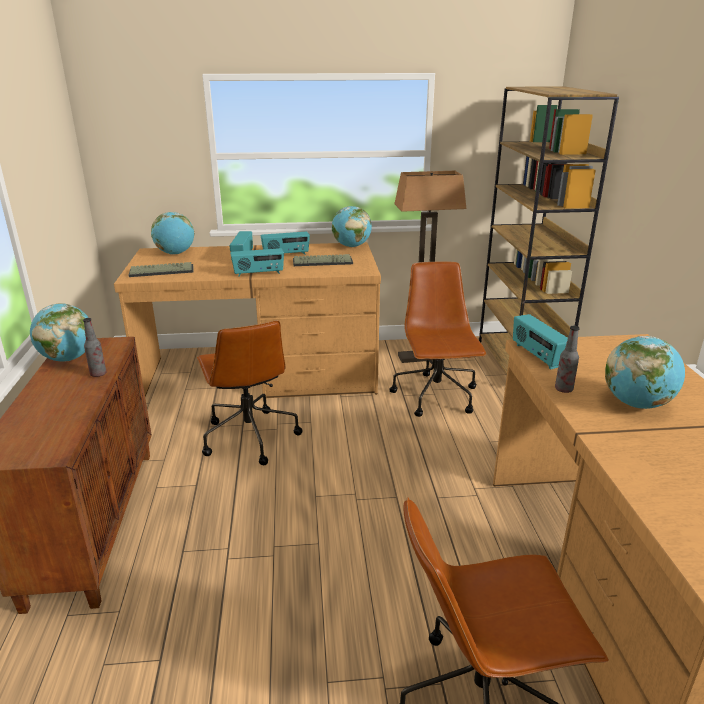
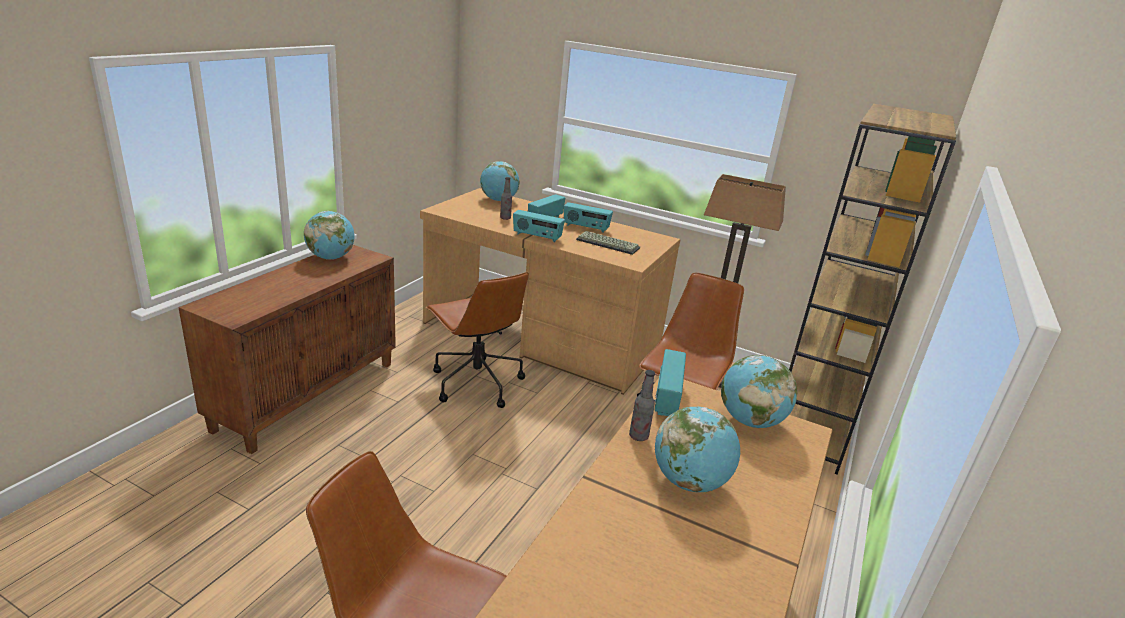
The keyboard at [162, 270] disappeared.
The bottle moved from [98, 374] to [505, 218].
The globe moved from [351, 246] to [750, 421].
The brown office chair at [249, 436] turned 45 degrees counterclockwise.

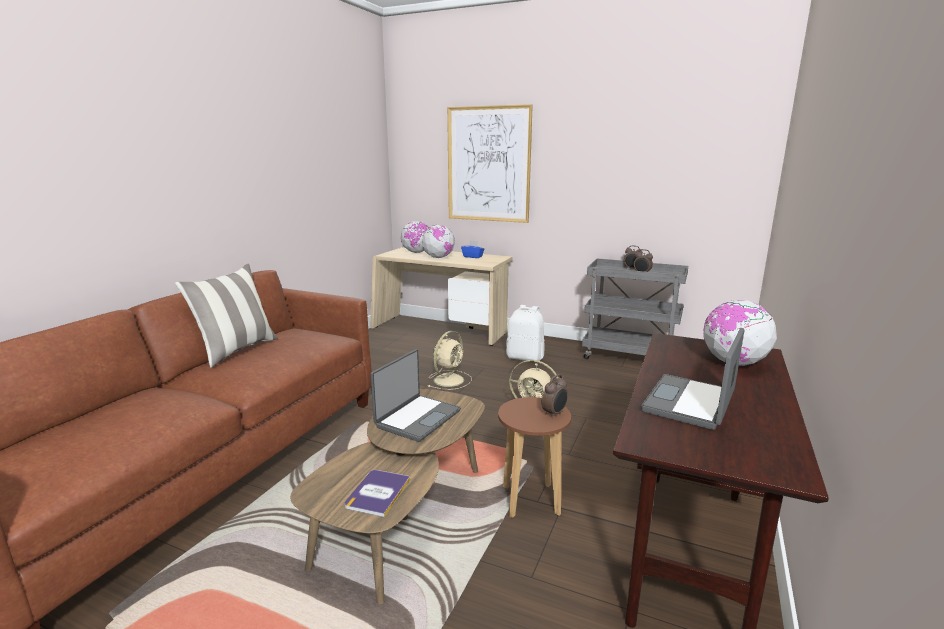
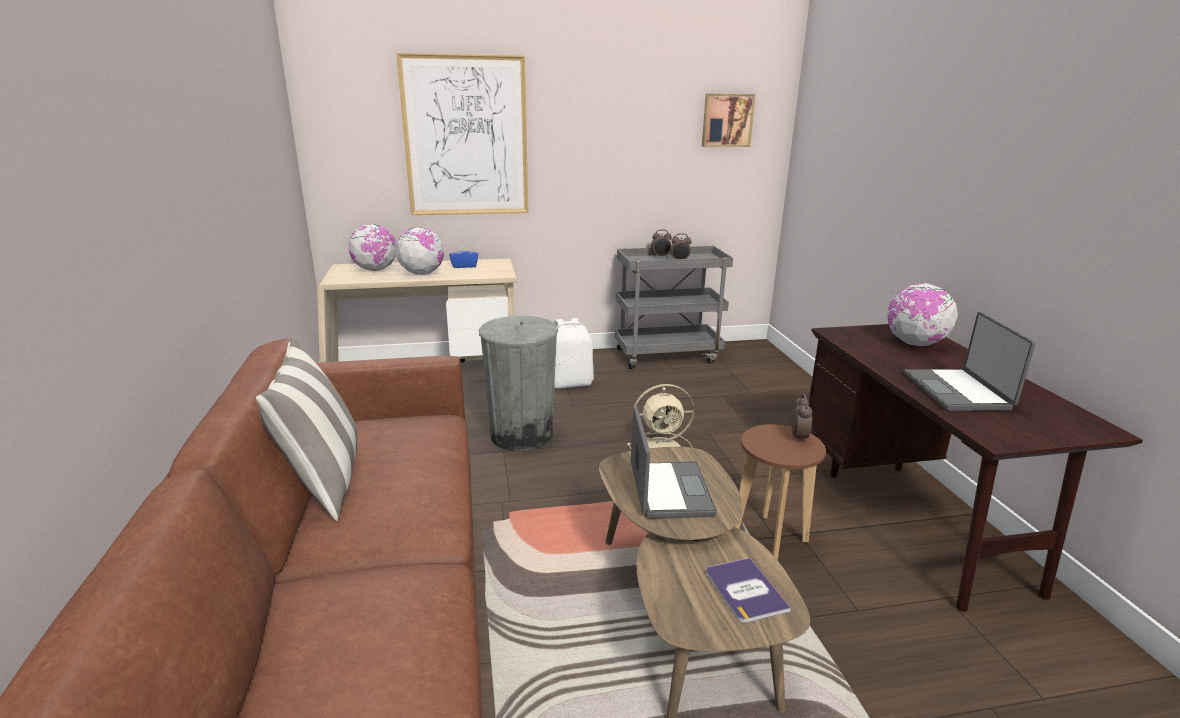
The picture at [727, 120] appeared.
The beige fan at [449, 379] was replaced by the grey trash can at [521, 435].

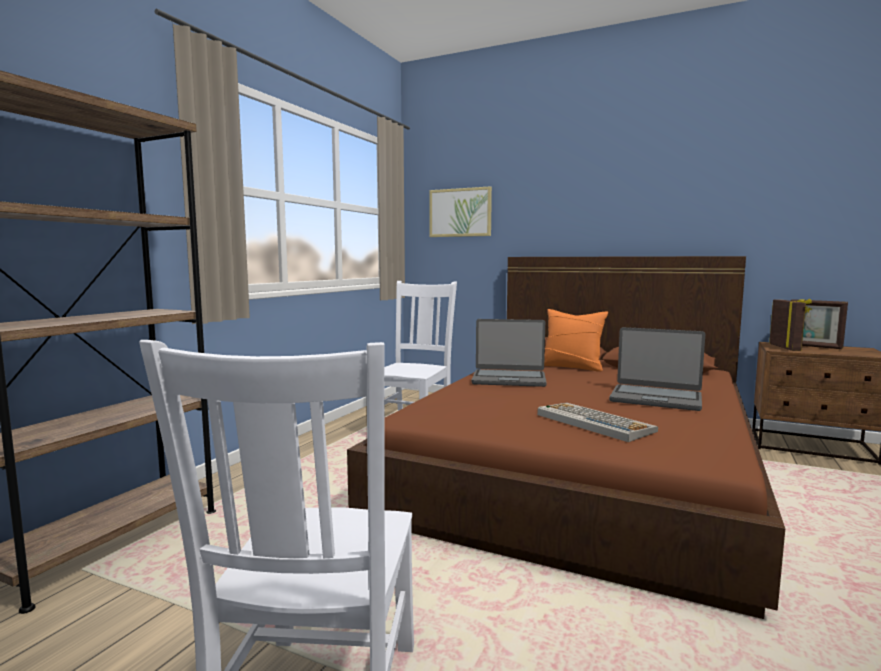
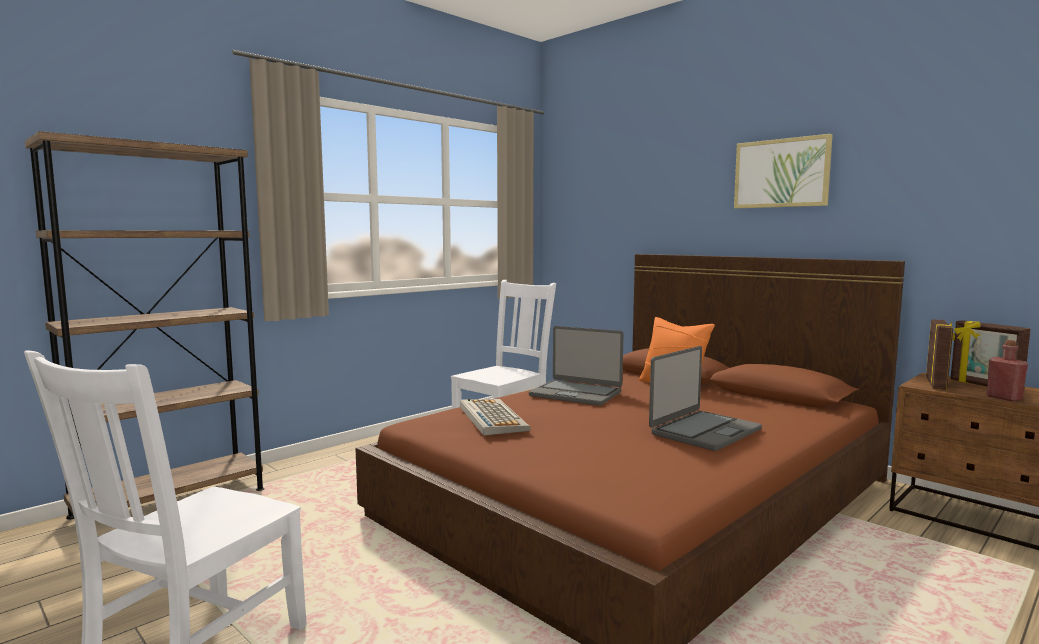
The red bottle at [1004, 398] appeared.
The picture moved from [460, 212] to [781, 173].
The keyboard moved from [592, 422] to [491, 418].
The laptop at [655, 398] turned 90 degrees counterclockwise.

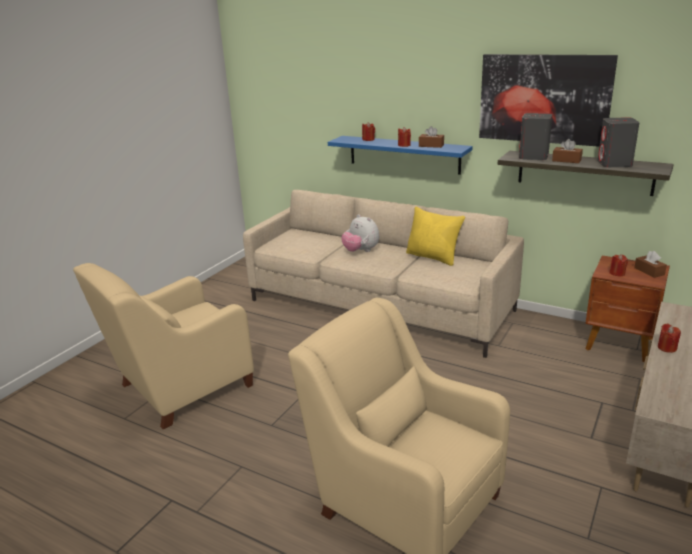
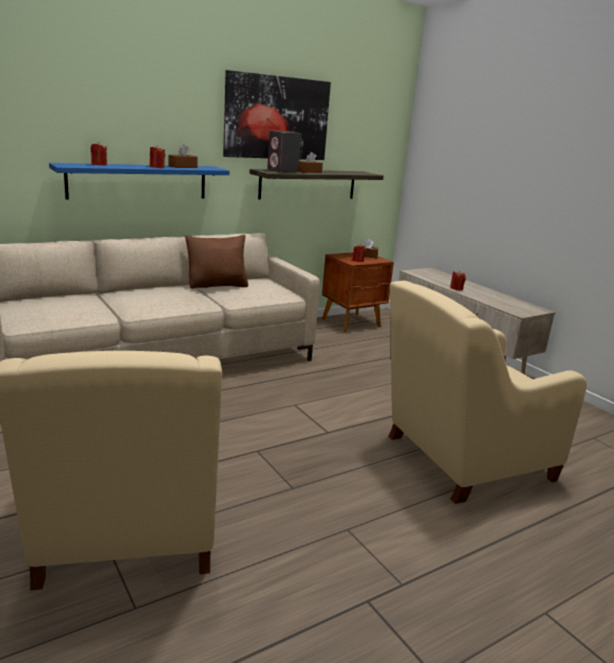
The plush toy at [361, 251] disappeared.
The grey speaker at [614, 164] disappeared.
The yellow pillow at [433, 257] became the brown pillow at [217, 285].

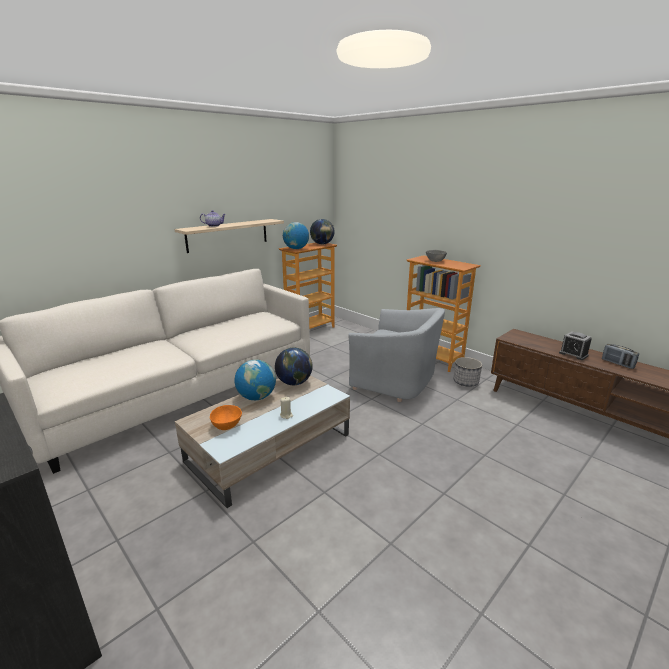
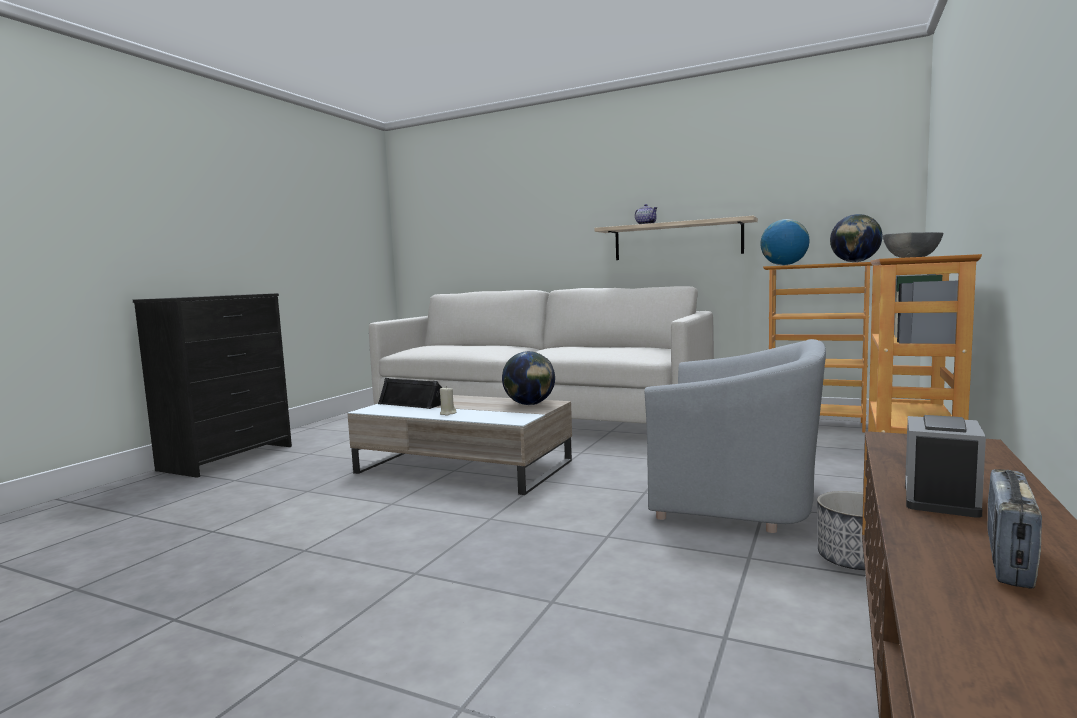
The globe at [256, 397] disappeared.
The orange bowl at [227, 425] was replaced by the black speaker at [413, 403].
The grey armchair at [395, 380] turned 75 degrees counterclockwise.

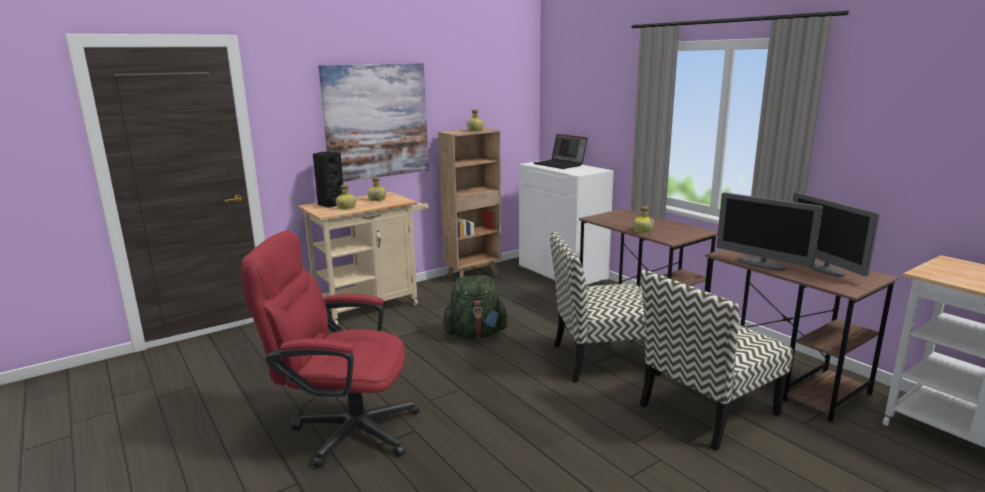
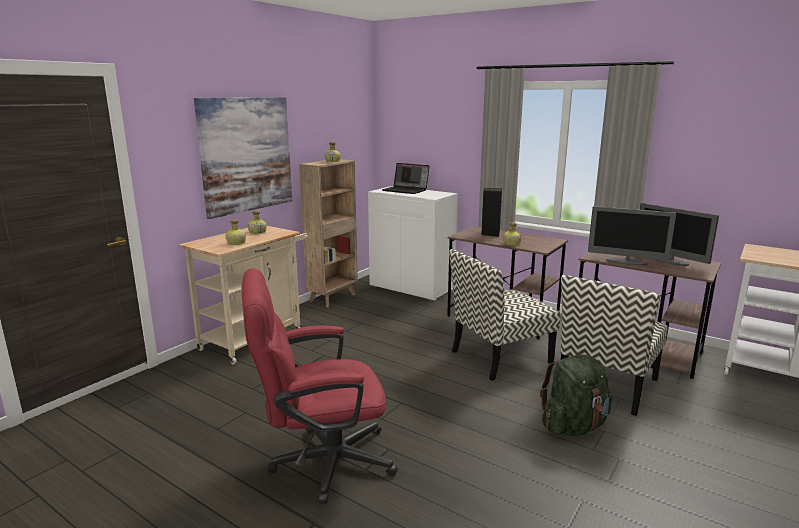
The black speaker moved from [330, 204] to [490, 234].
The green backpack moved from [475, 334] to [573, 426].

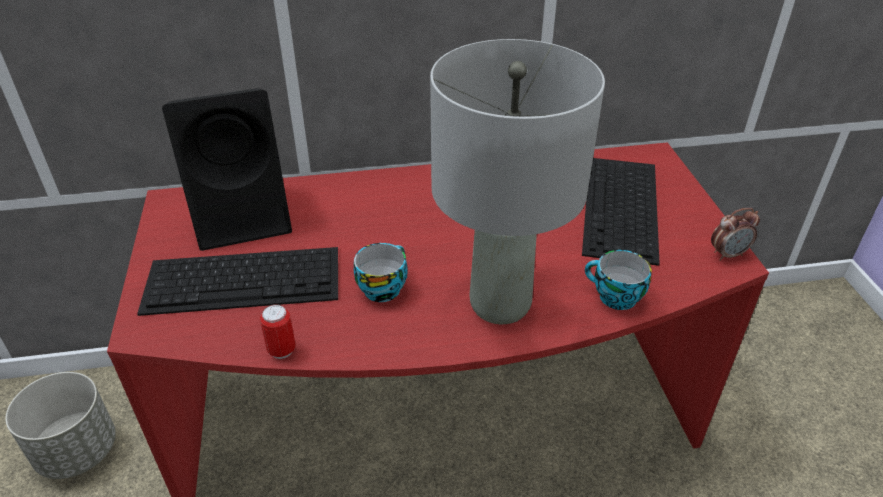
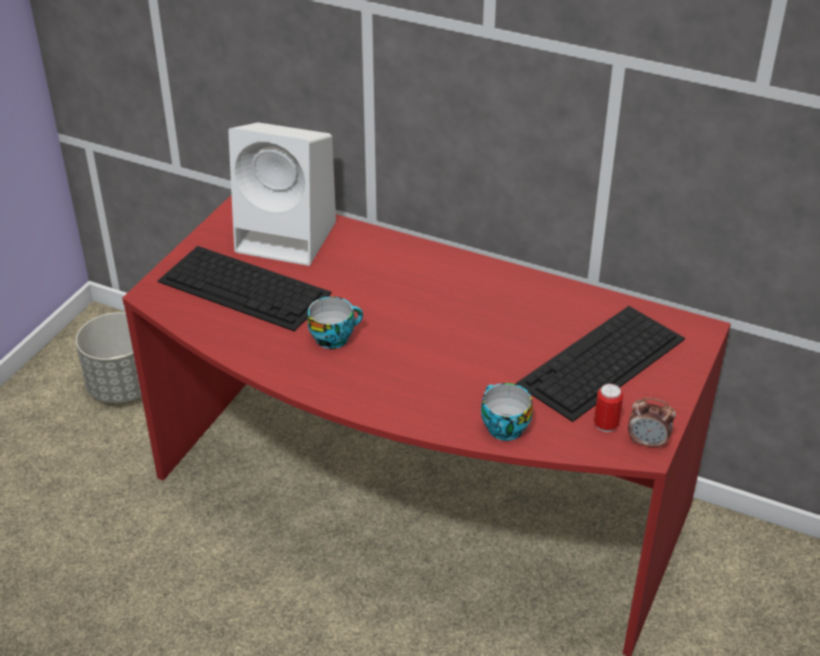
The grey table lamp at [501, 304] disappeared.
The can moved from [281, 350] to [605, 425].
The black speaker at [244, 215] became the white speaker at [289, 237].

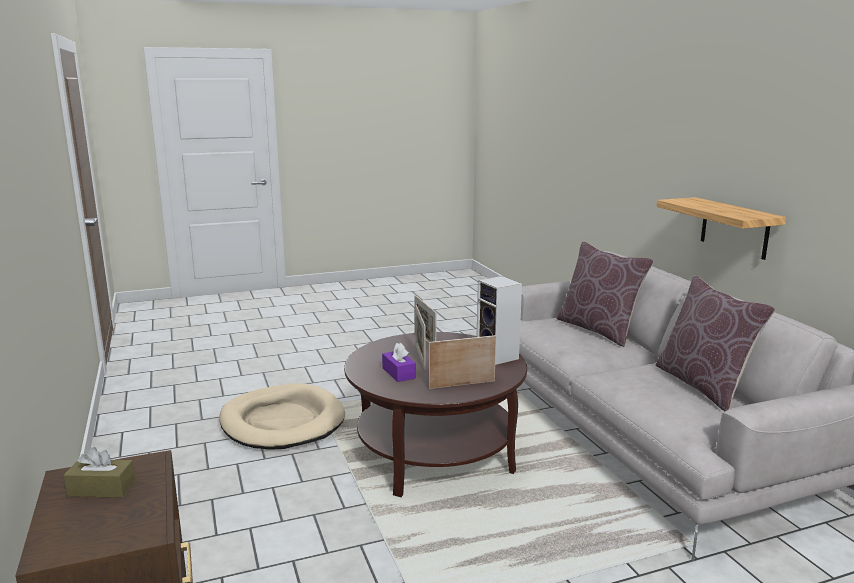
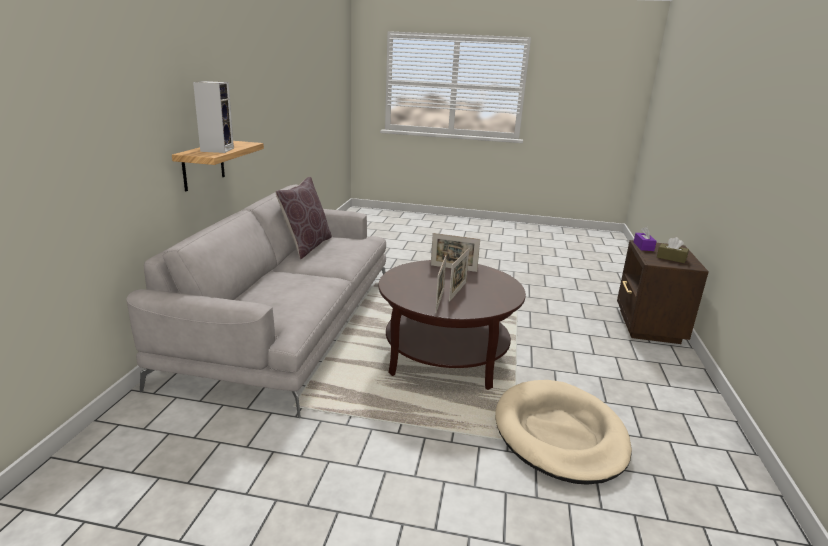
The brown pillow at [598, 330] disappeared.
The purple tissue box moved from [398, 373] to [643, 246].
The speaker moved from [499, 357] to [217, 149].

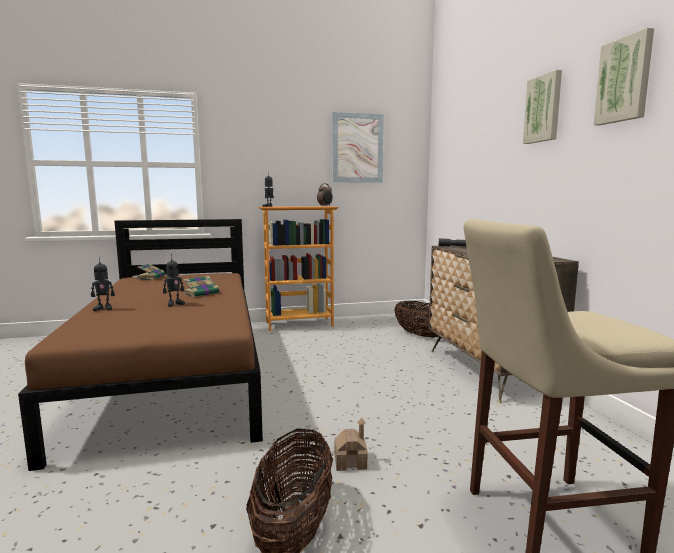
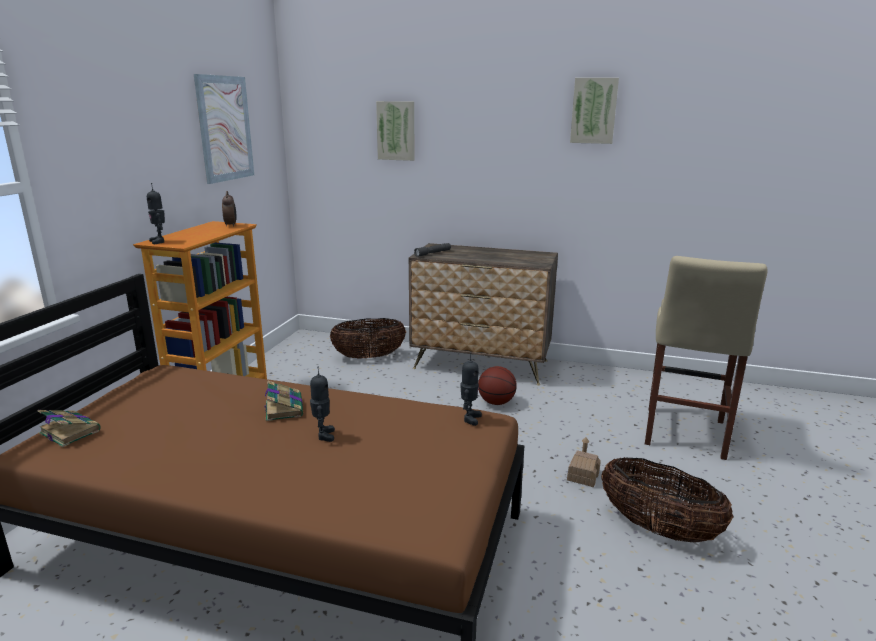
The basketball at [496, 402] appeared.
The toy robot moved from [104, 309] to [469, 418].
The picture moved from [544, 109] to [396, 131].

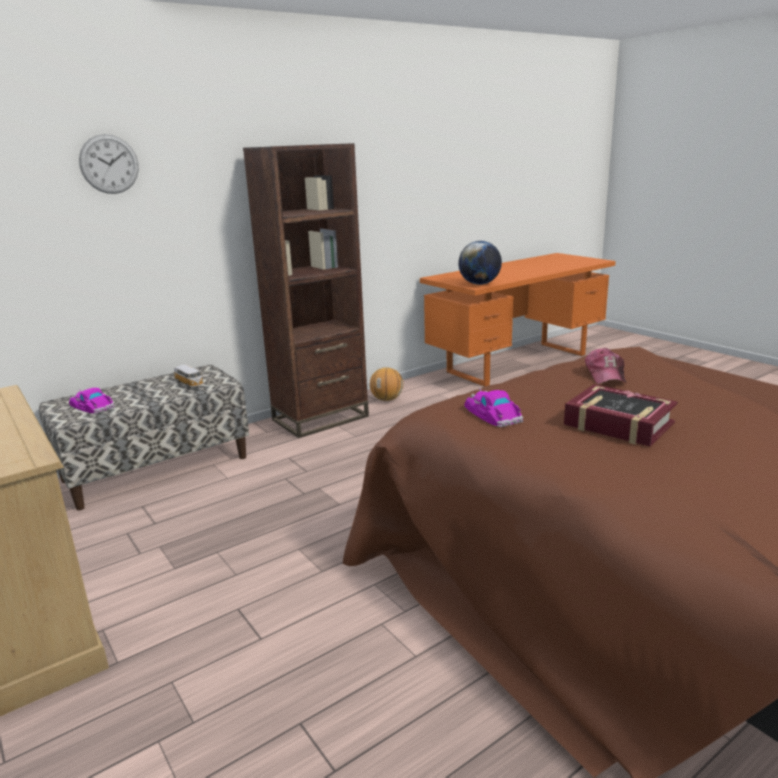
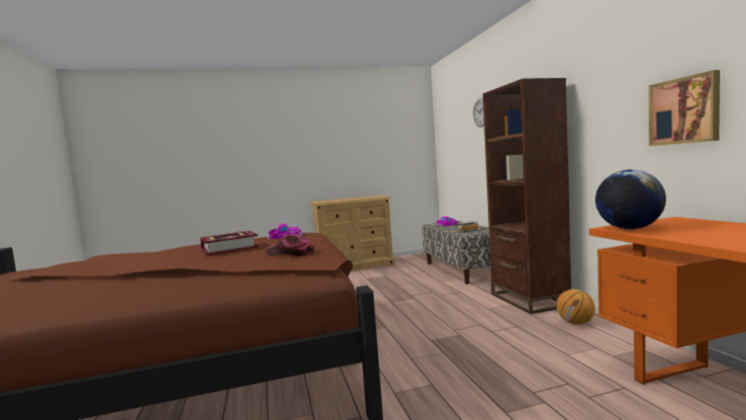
The picture at [684, 111] appeared.

